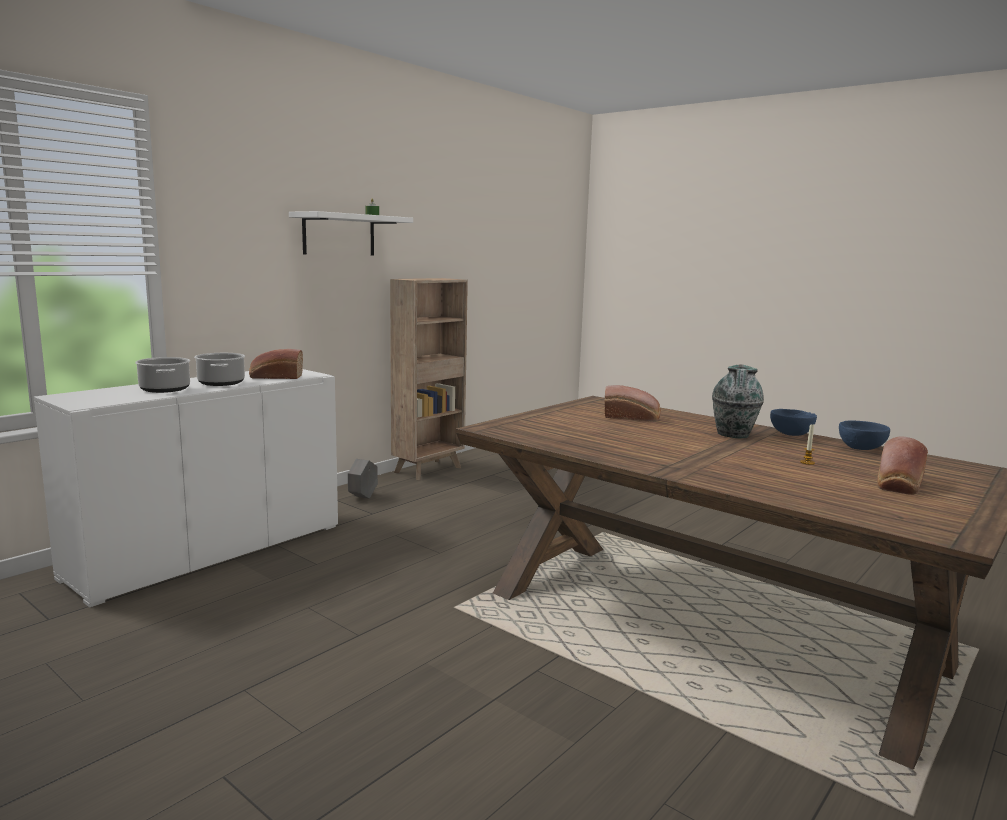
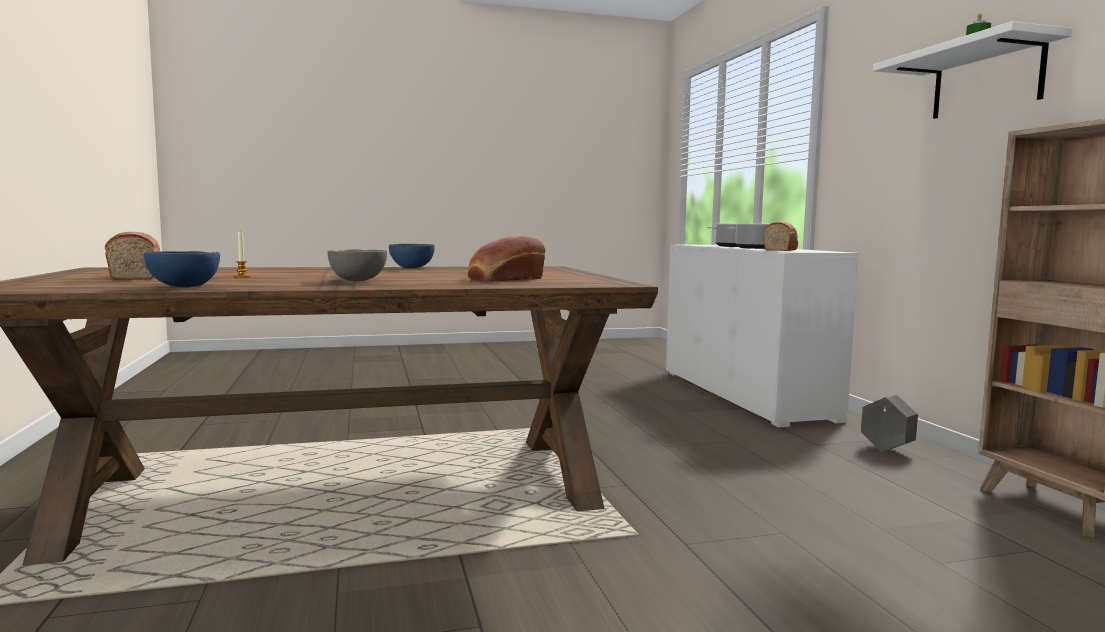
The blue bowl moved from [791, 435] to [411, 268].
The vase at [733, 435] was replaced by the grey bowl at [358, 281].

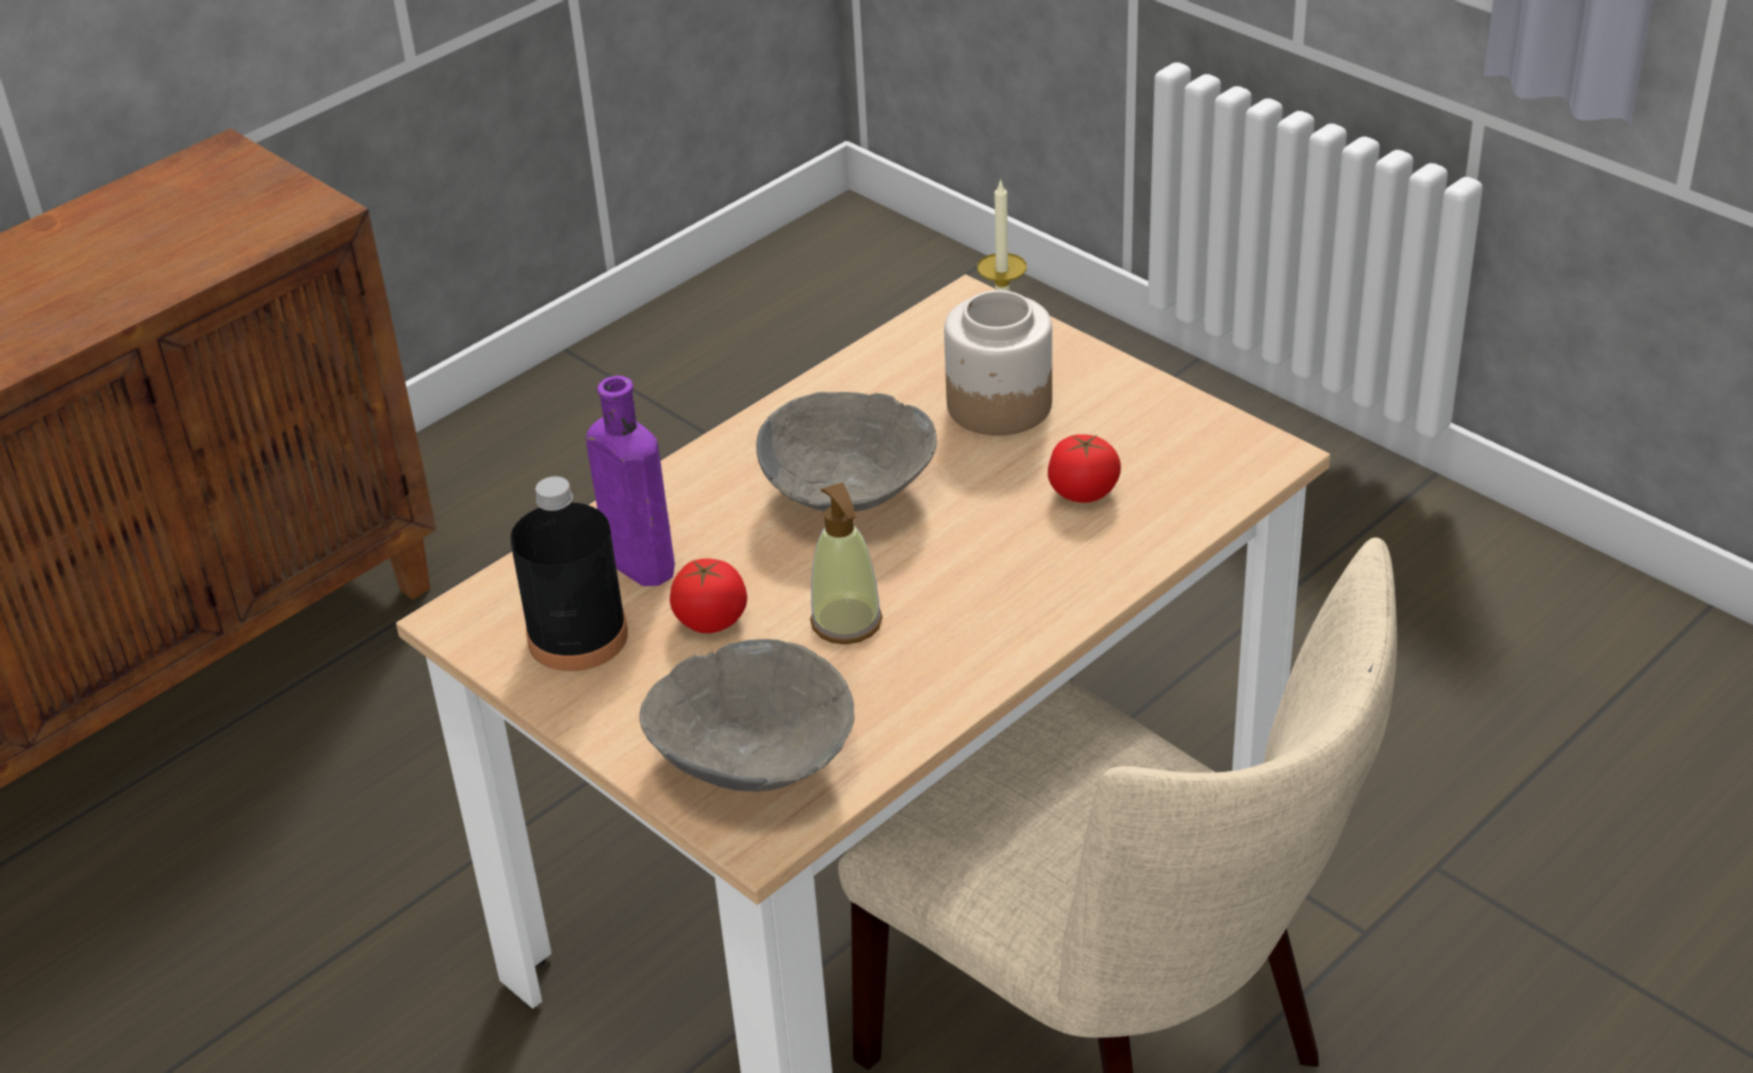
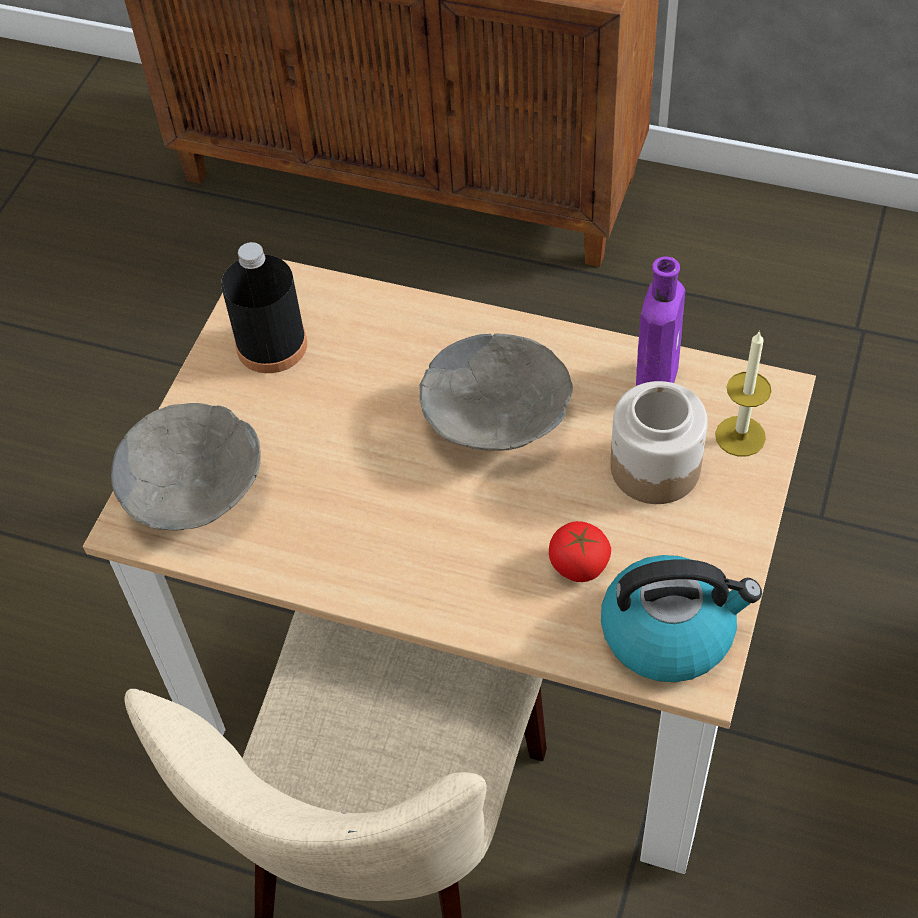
The tomato at [711, 619] disappeared.
The soap dispenser at [846, 622] disappeared.
The kettle at [669, 632] appeared.
The purple bottle moved from [636, 562] to [657, 377].

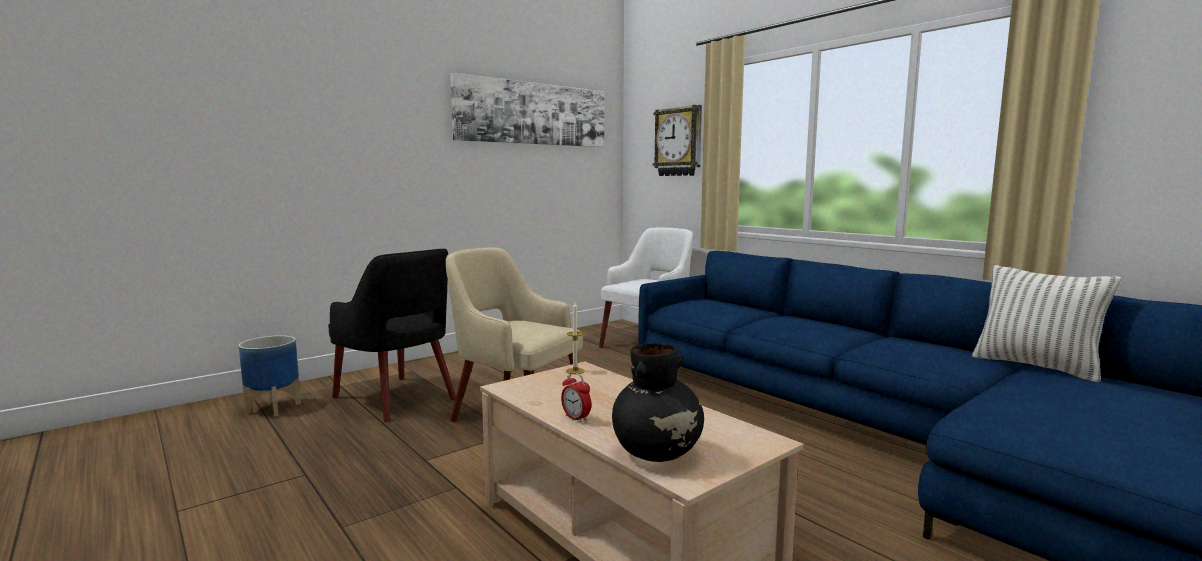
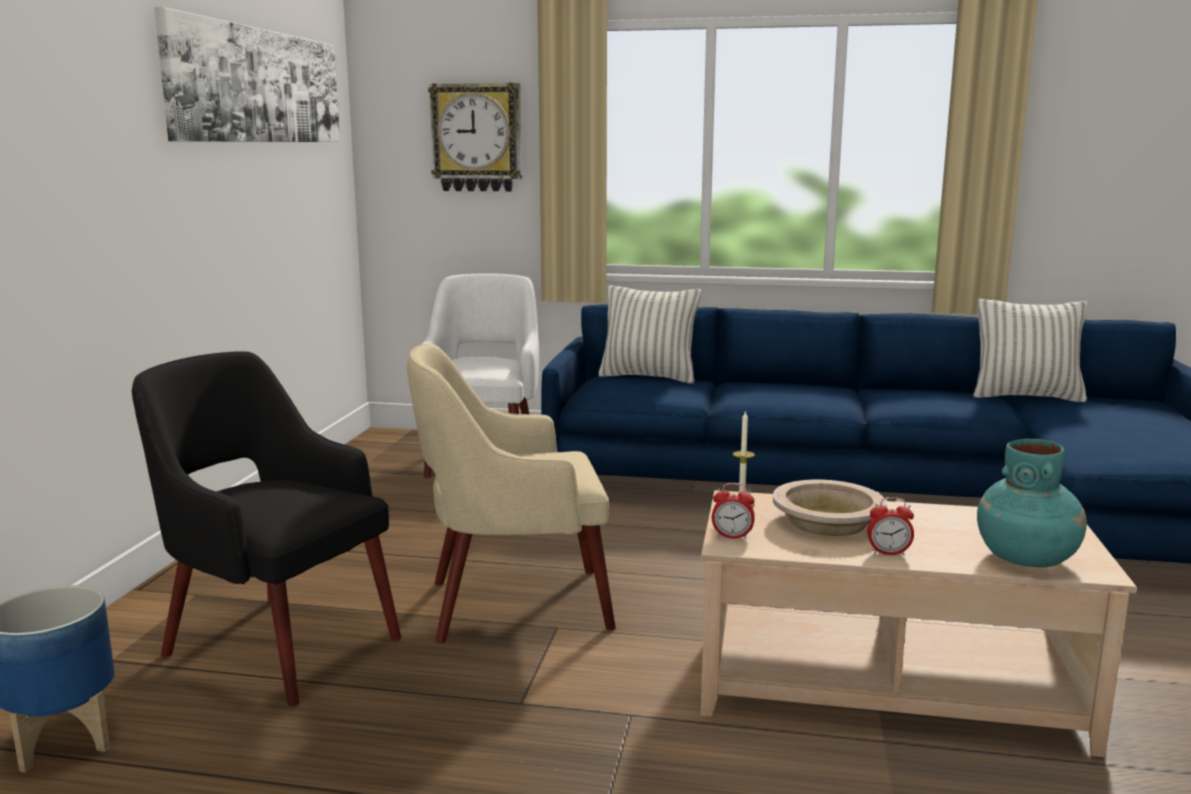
The pillow at [648, 377] appeared.
The alarm clock at [732, 536] appeared.
The beige bowl at [827, 521] appeared.
The black vase at [658, 453] became the turquoise vase at [1026, 558].
The black armchair at [396, 399] turned 150 degrees counterclockwise.

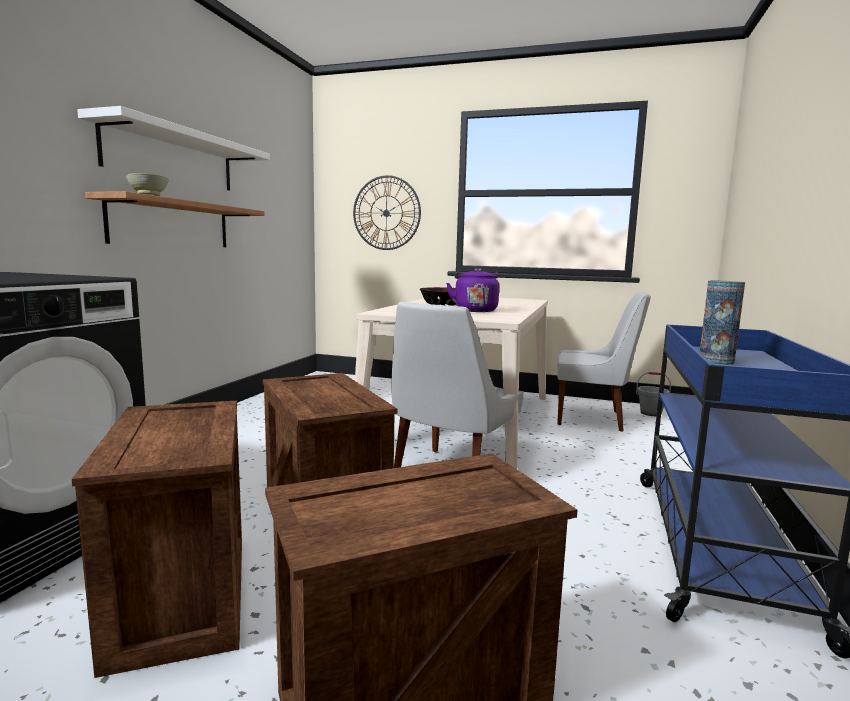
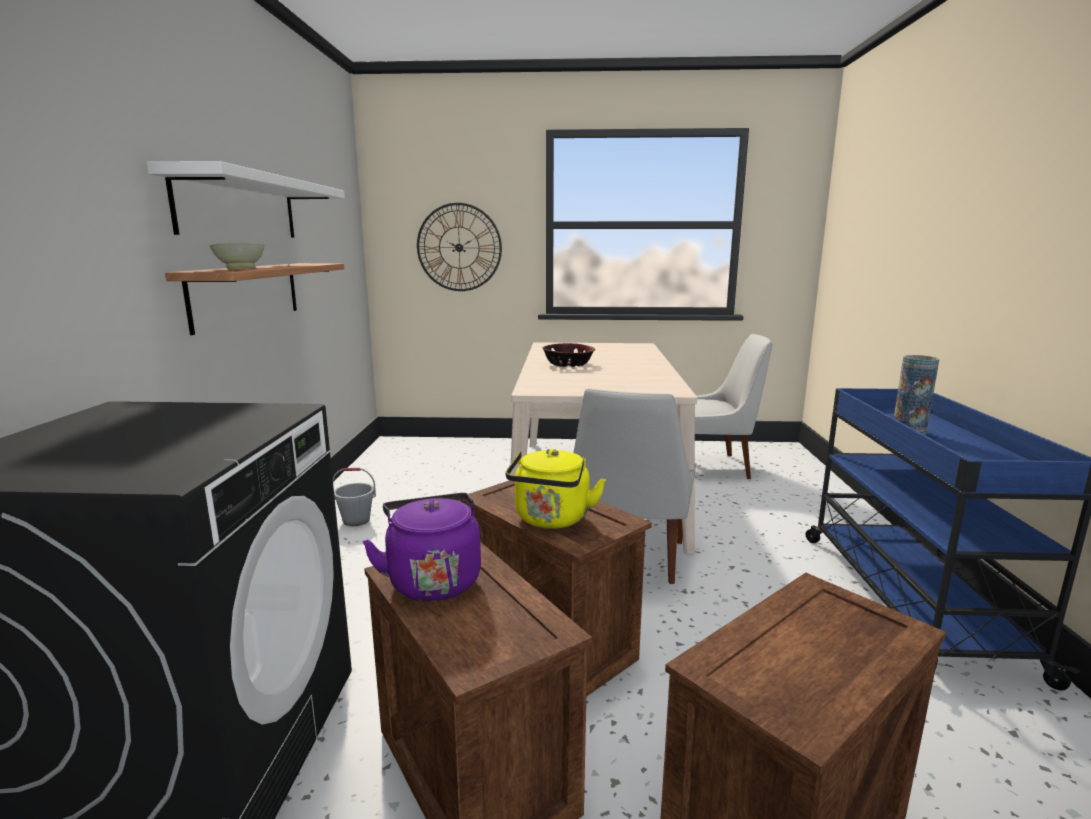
The yellow kettle at [551, 520] appeared.
The purple kettle moved from [475, 310] to [433, 580].
The grey bucket moved from [650, 413] to [356, 520].

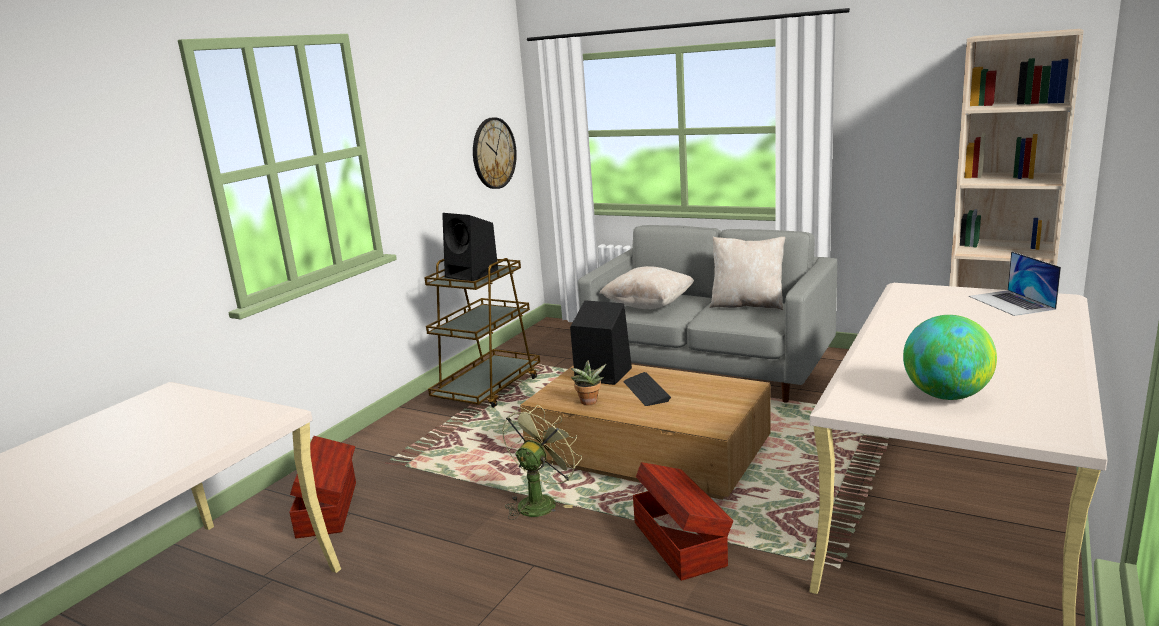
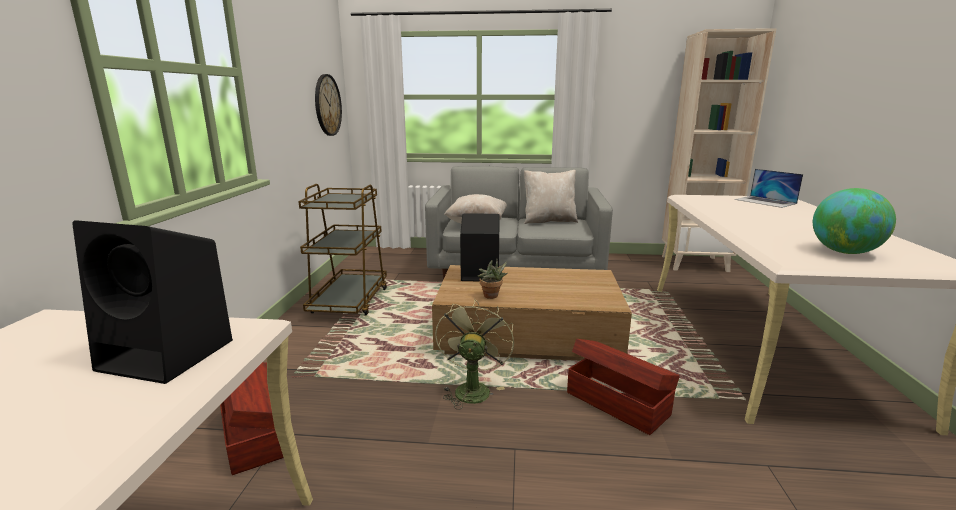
The keyboard at [646, 391] disappeared.
The black speaker moved from [473, 274] to [170, 355].

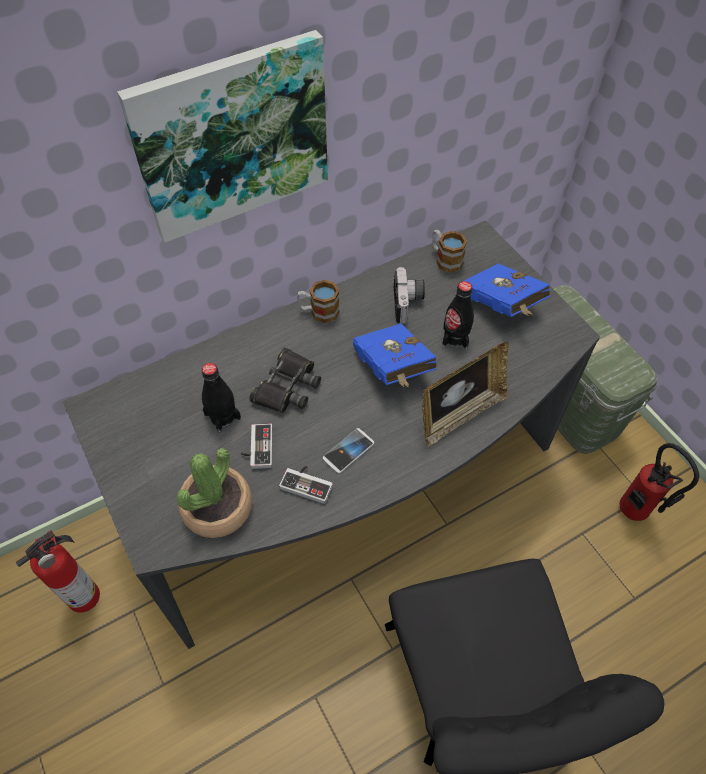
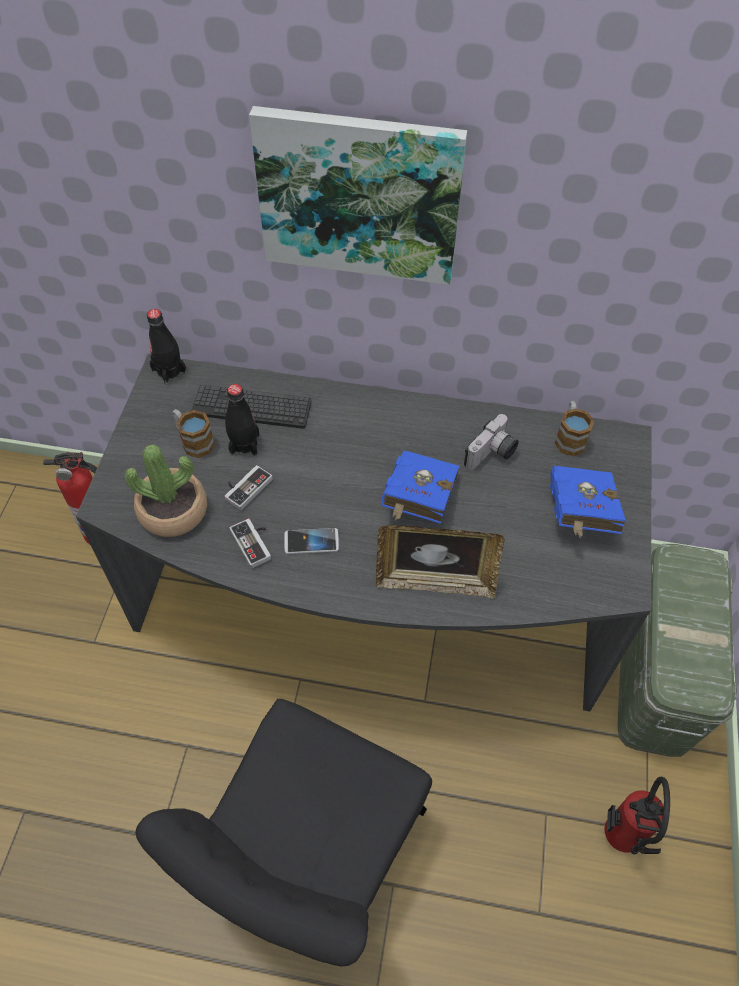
The black binoculars at [287, 386] disappeared.
The keyboard at [252, 407] appeared.
The mug moved from [319, 312] to [193, 441].
The black bottle moved from [455, 337] to [169, 371].

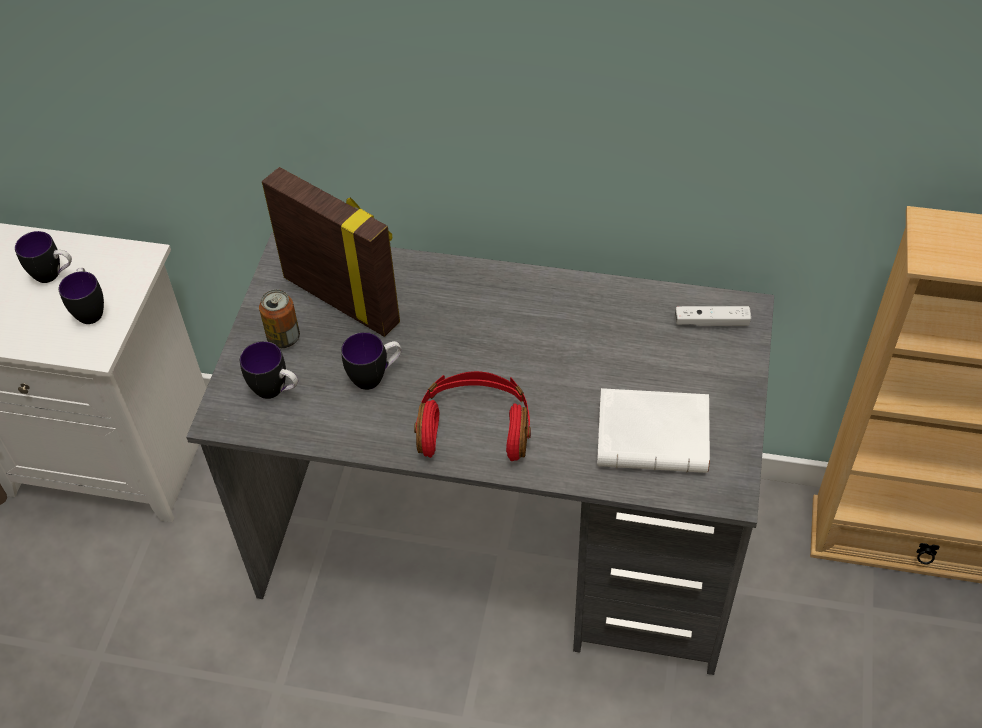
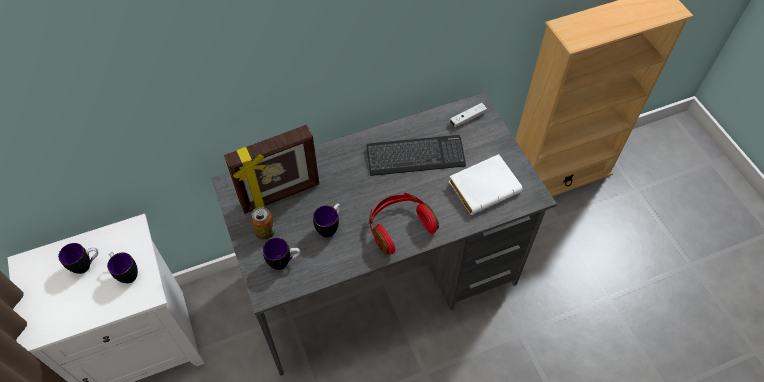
The keyboard at [415, 157] appeared.
The picture frame at [343, 299] turned 150 degrees clockwise.

